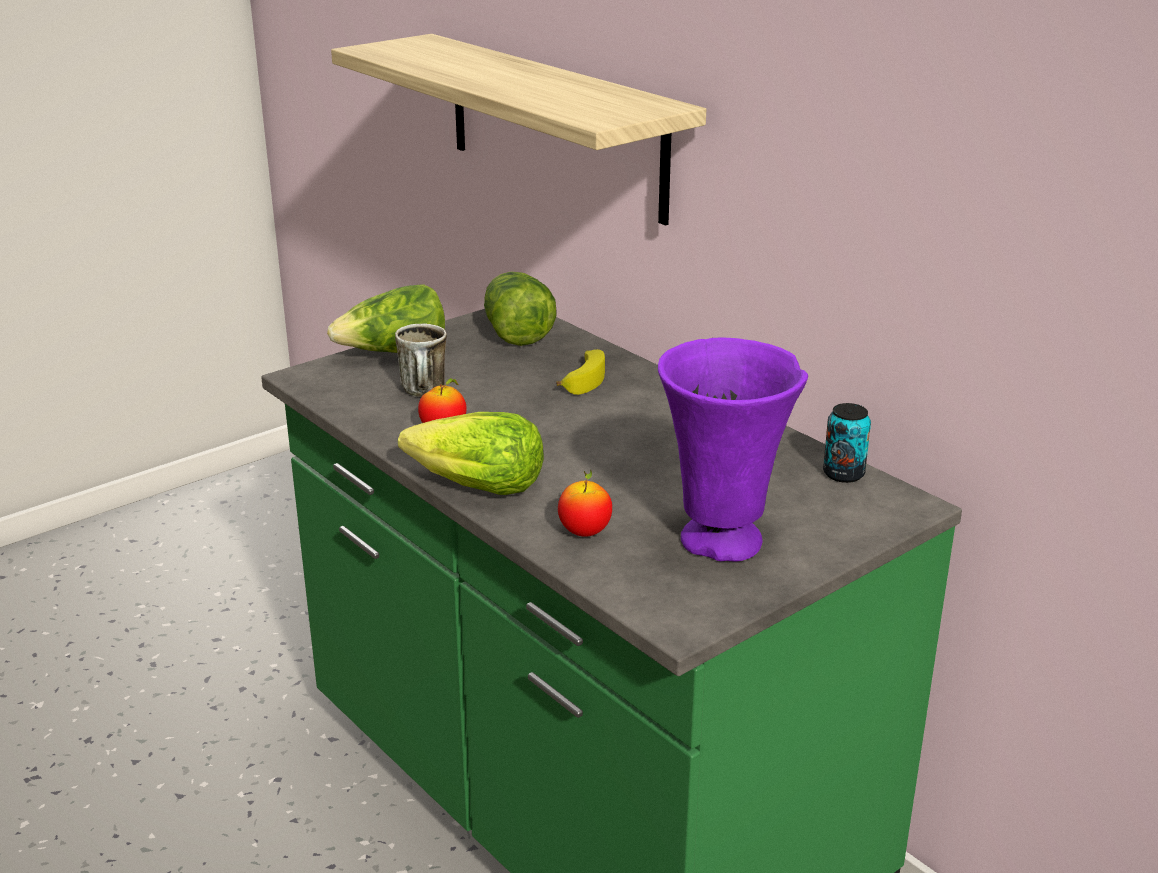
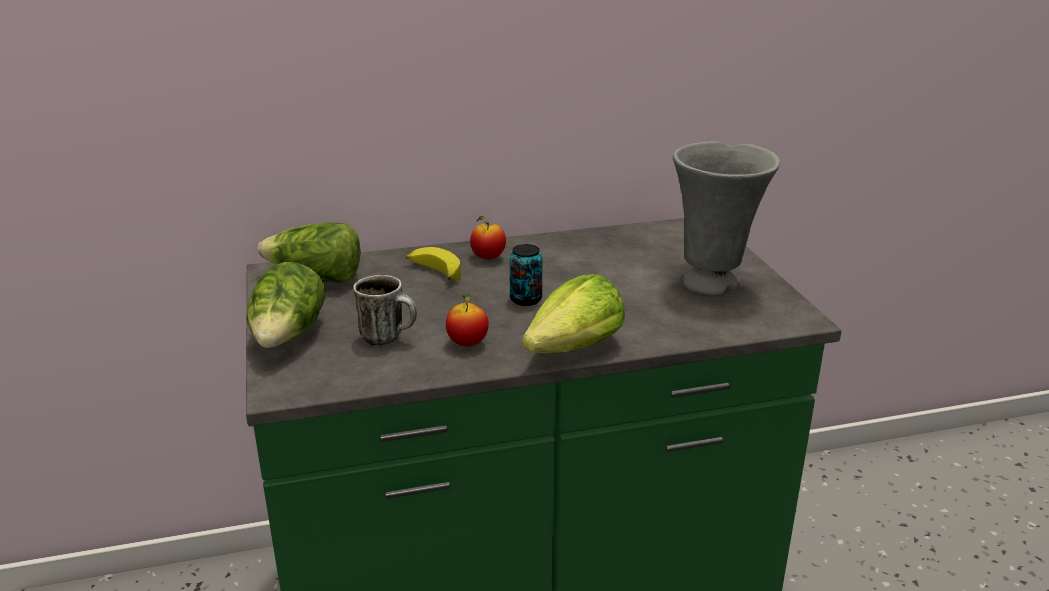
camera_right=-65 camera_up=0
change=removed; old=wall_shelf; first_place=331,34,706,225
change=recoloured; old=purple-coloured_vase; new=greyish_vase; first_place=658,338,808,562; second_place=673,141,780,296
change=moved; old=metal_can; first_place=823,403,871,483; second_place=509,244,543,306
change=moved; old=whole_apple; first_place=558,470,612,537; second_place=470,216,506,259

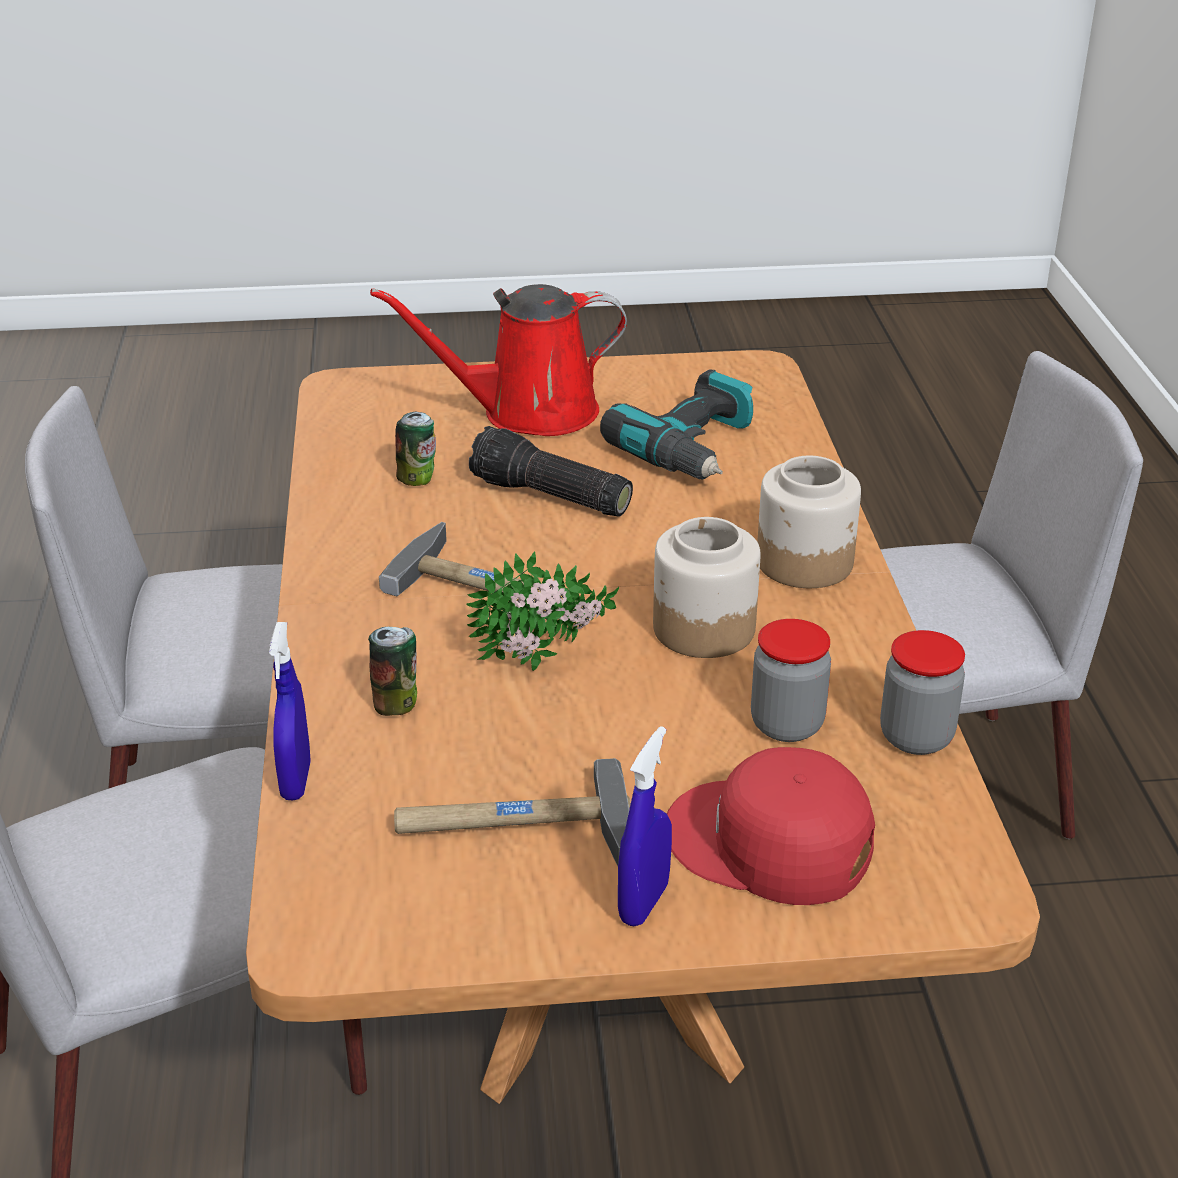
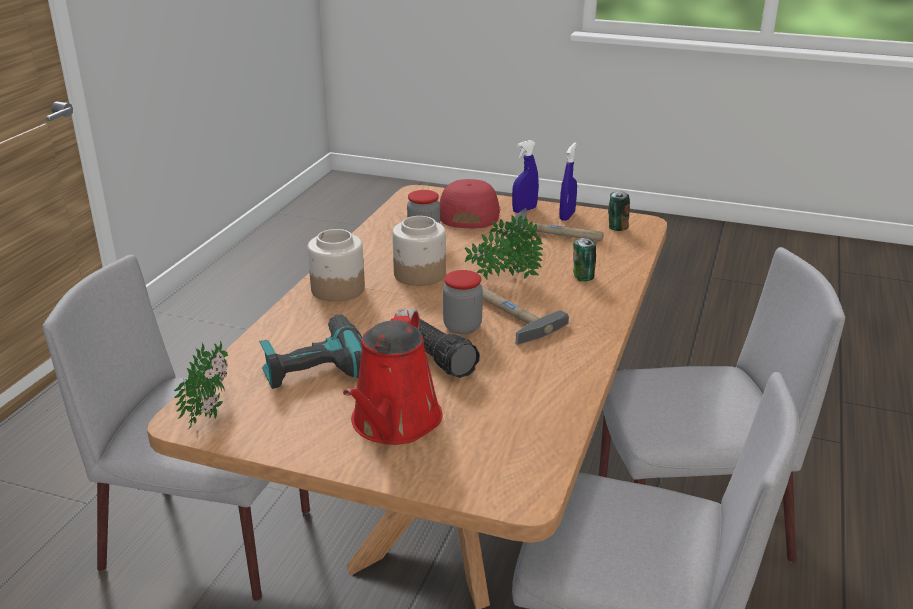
camera_right=-155 camera_up=-5
change=turned; old=red-coloured_watering_pot; first_place=370,284,627,436; second_place=343,309,443,445; degrees=90
change=moved; old=metal_can; first_place=395,412,436,486; second_place=608,191,630,231
change=moved; old=bluish_spray_bottle; first_place=269,622,311,801; second_place=559,143,577,221
change=moved; old=jar; first_place=880,630,965,755; second_place=443,270,483,334
change=turned; old=red-coloured_peaked_cap; first_place=667,747,875,905; second_place=439,179,501,228; degrees=-135
change=added; new=potted_plant; second_place=174,341,228,429

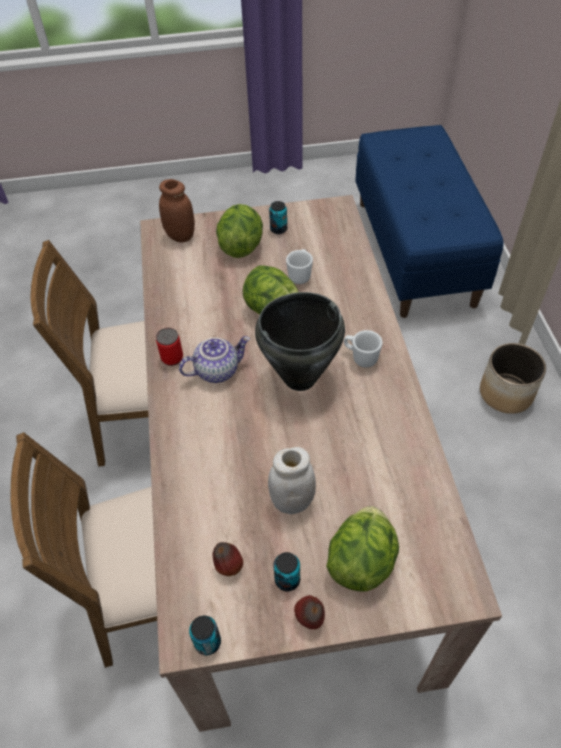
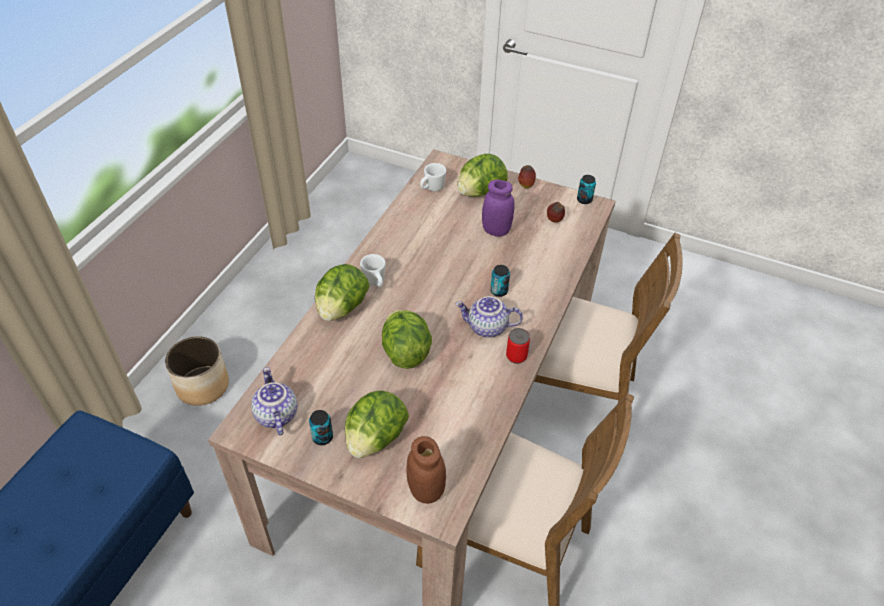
camera_right=-150 camera_up=-5
change=moved; old=whitish_mug; first_place=286,249,313,284; second_place=420,163,446,192
change=removed; old=blackish_saucepot; first_place=255,292,345,391
change=recoloured; old=whitish_jar; new=purple-coloured_jar; first_place=268,447,316,514; second_place=482,180,515,237
change=moved; old=metal_can; first_place=273,552,300,591; second_place=490,265,510,297
change=added; new=lettuce; second_place=315,264,370,321
change=added; new=pot_for_tea; second_place=251,367,297,436

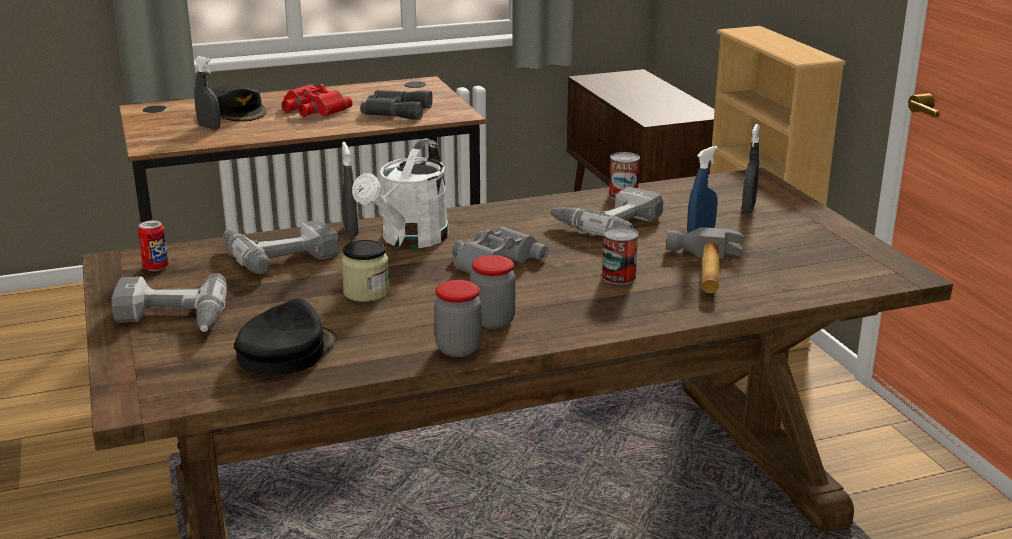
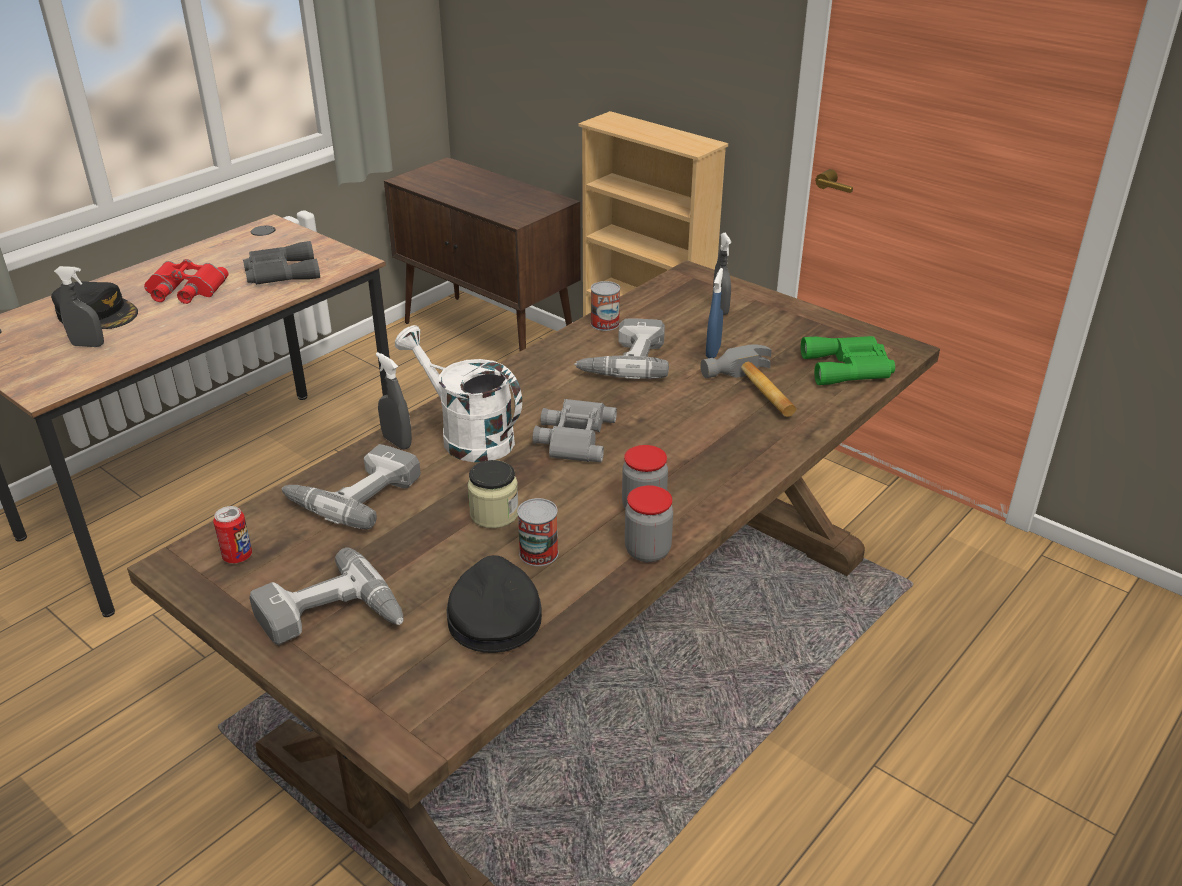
camera_right=-30 camera_up=10
change=turned; old=whitish_watering_pot; first_place=352,139,449,248; second_place=395,325,522,462; degrees=135
change=moved; old=metal_can; first_place=602,227,639,285; second_place=517,498,558,566
change=added; new=greenish_pair_of_binoculars; second_place=801,336,895,385

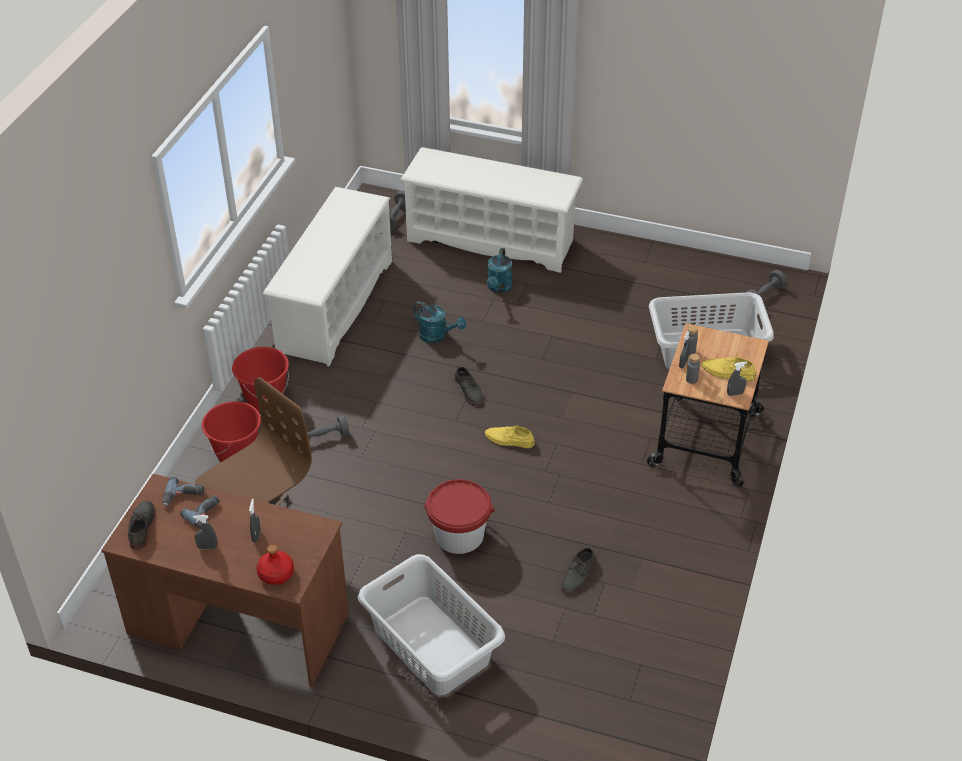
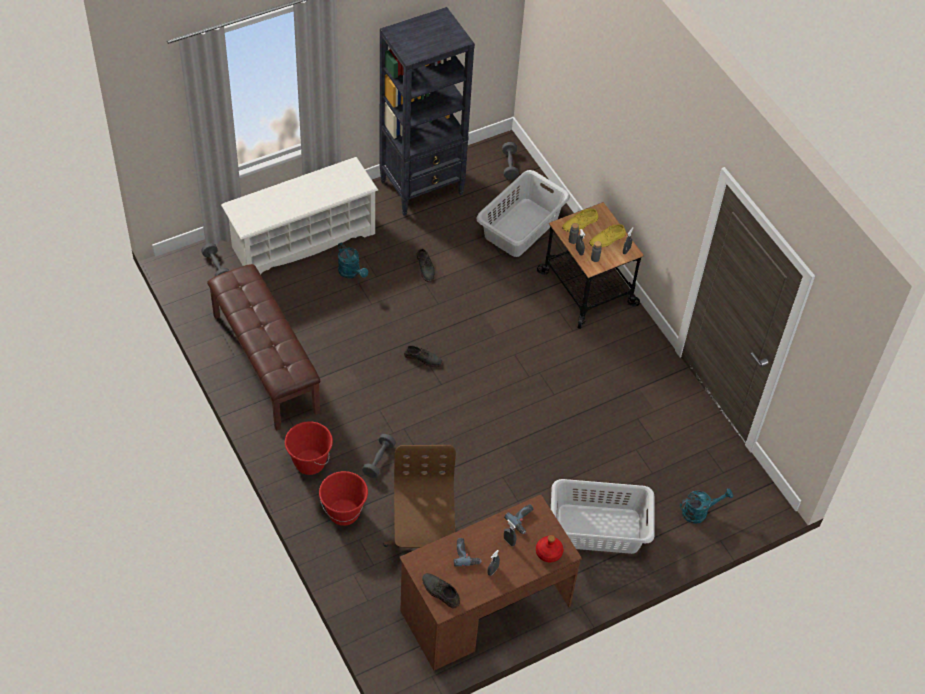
camera_right=-50 camera_up=10
change=replaced; old=whitish_shoe_shelf; new=brown-coloured_indoor_bench; first_place=263,187,392,366; second_place=207,264,320,431
change=moved; old=blue-green_watering_pot; first_place=413,301,466,343; second_place=680,488,733,524
change=moved; old=yellowish_shoe; first_place=485,425,535,448; second_place=562,209,598,232
change=moved; old=drill; first_place=162,477,204,507; second_place=504,504,534,534
change=removed; old=red-coloured_bucket; first_place=424,479,495,554
change=moved; old=greyish_shoe; first_place=561,548,595,594; second_place=417,249,435,282
change=added; new=blackish_shelving_unit; second_place=379,7,475,216

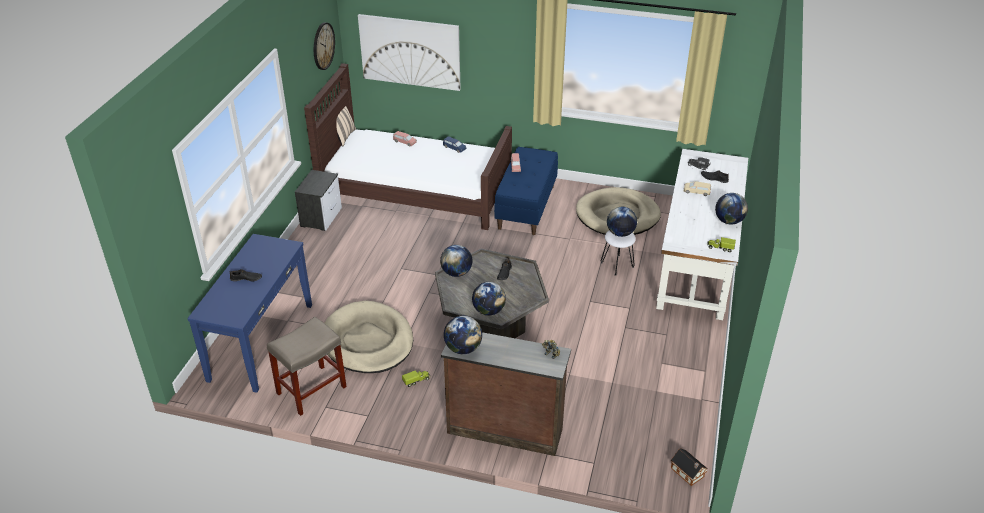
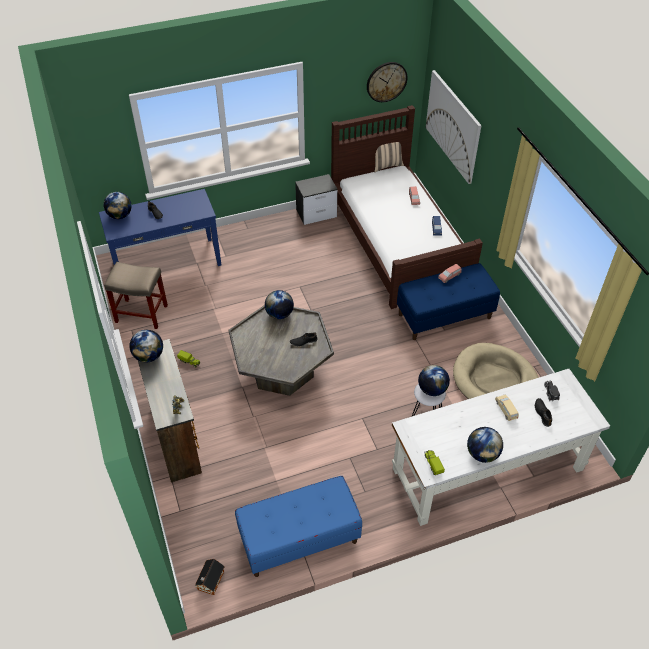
camera_right=55 camera_up=10
change=moved; old=globe; first_place=472,282,506,316; second_place=103,192,132,219
change=removed; old=beige-coloured_pet_bed; first_place=325,301,413,373
change=added; new=bluish_indoor_bench; second_place=235,476,362,577

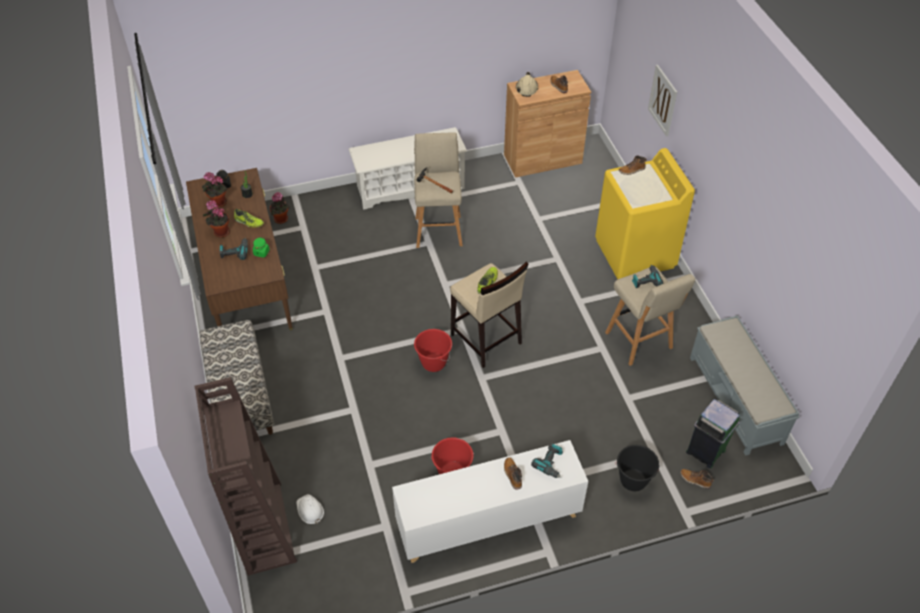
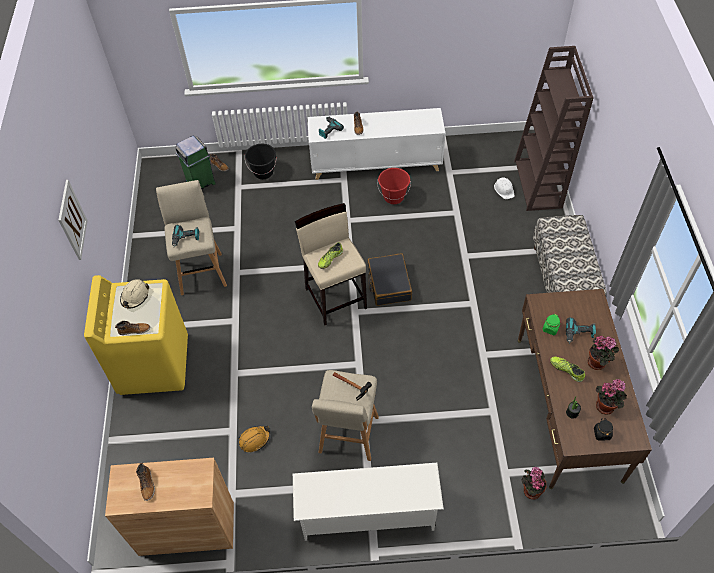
camera_right=-165 camera_up=5
change=moved; old=wall_picture; first_place=648,65,677,137; second_place=58,180,88,260
change=moved; old=beige-coloured_work_helmet; first_place=516,72,538,97; second_place=120,279,149,309
change=removed; old=greyish_indoor_bench; first_place=690,316,799,456
change=replaced; old=red-coloured_bucket; new=blackish_piece_of_luggage; first_place=414,329,452,372; second_place=367,253,412,306
change=added; new=orangey_work_helmet; second_place=238,426,270,452

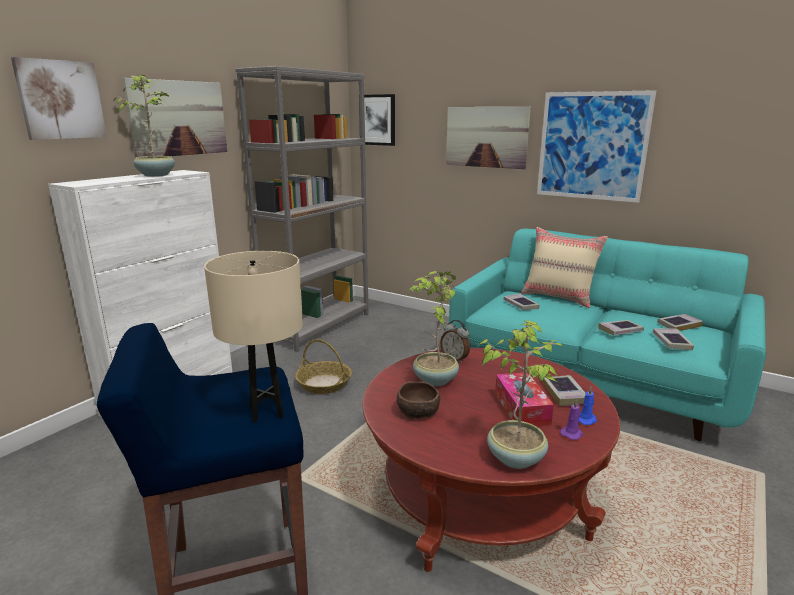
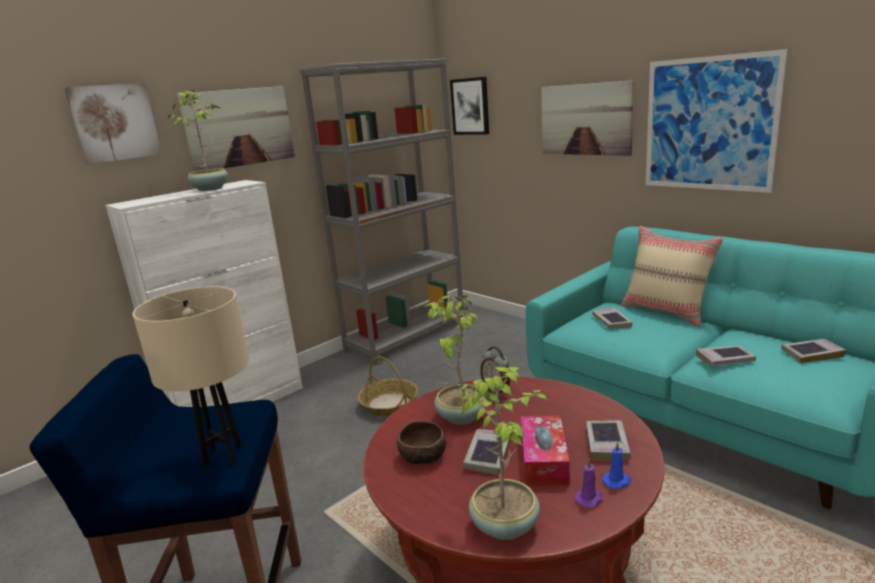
camera_right=15 camera_up=0
change=moved; old=volume; first_place=653,328,694,351; second_place=463,429,511,475

